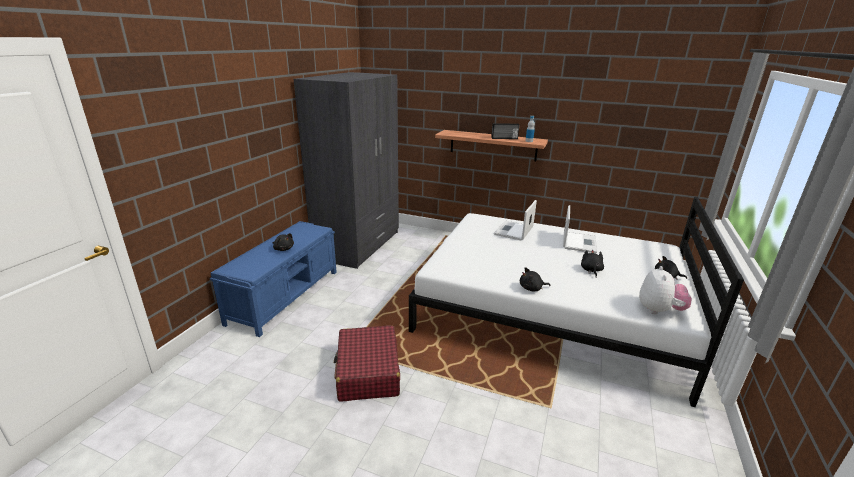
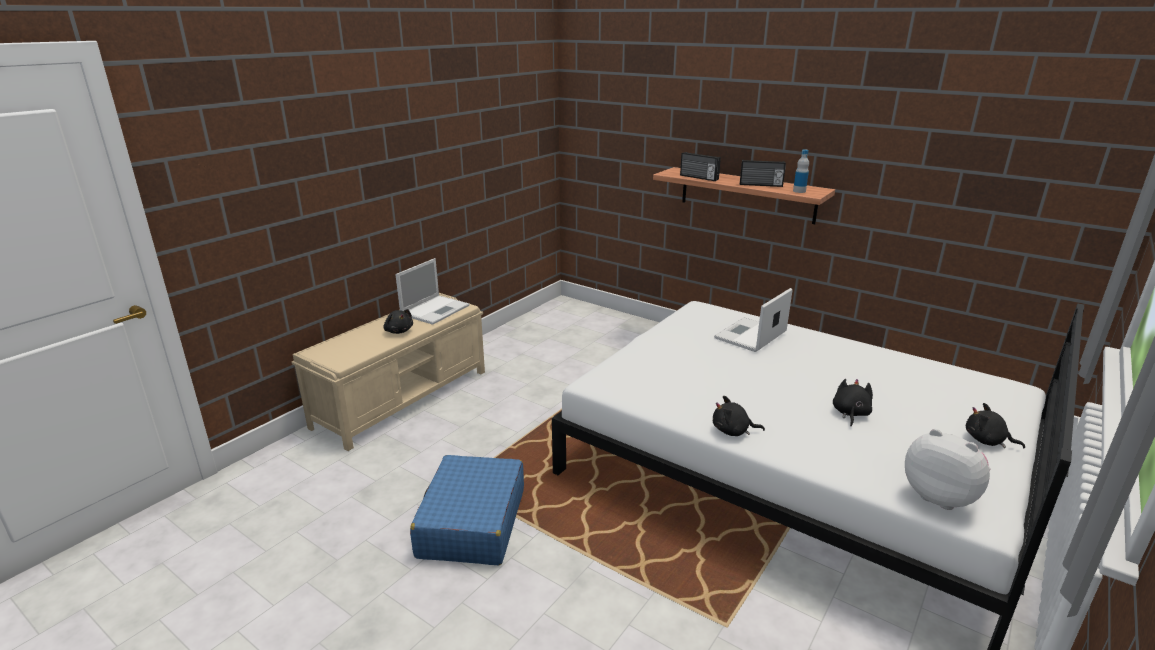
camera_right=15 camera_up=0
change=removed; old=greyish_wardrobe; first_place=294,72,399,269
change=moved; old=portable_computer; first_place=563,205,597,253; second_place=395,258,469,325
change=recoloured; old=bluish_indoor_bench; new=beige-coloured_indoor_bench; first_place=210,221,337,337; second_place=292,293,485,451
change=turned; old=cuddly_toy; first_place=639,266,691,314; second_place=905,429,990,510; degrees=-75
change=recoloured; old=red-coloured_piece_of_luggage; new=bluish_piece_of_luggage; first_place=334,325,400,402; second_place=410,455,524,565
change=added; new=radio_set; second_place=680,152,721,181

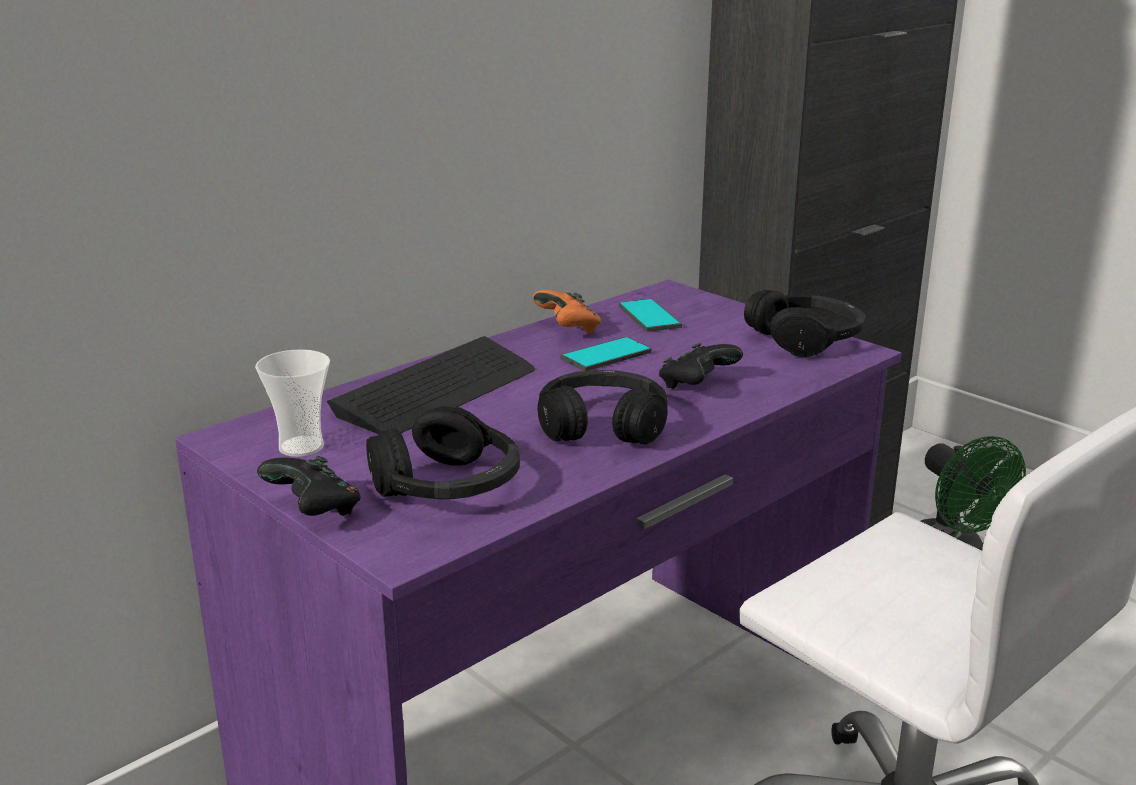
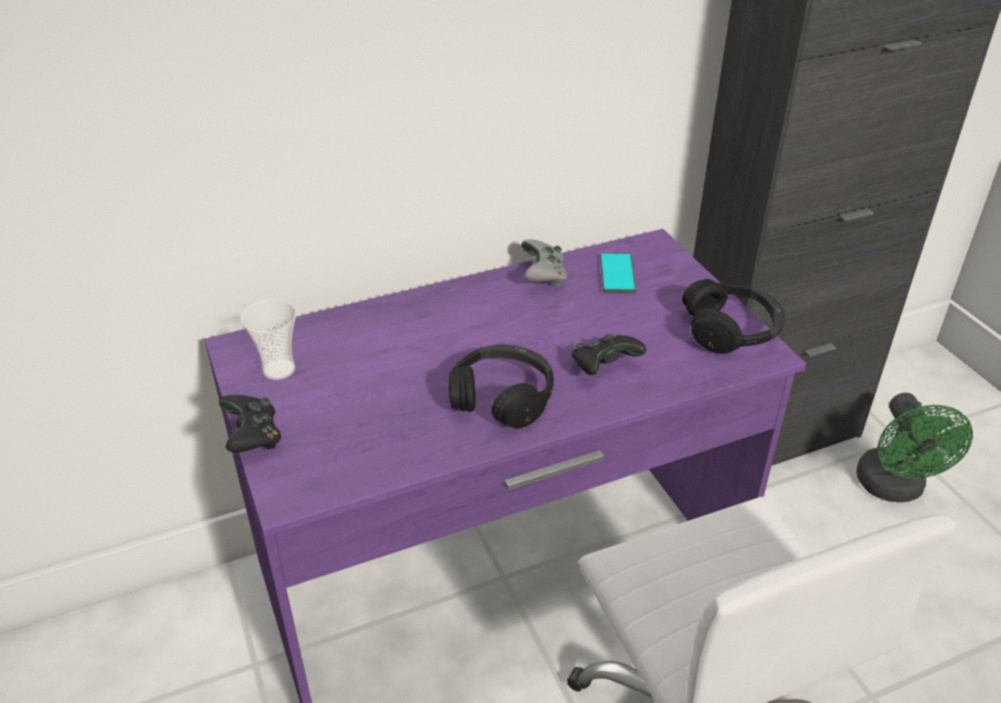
camera_right=20 camera_up=15
change=recoloured; old=orangey_game_controller; new=greyish_game_controller; first_place=532,290,601,334; second_place=521,239,567,286
change=removed; old=PC_keyboard; first_place=327,336,535,434
change=removed; old=phone; first_place=560,337,652,371
change=removed; old=blackish_pair_of_headphones; first_place=366,406,520,499

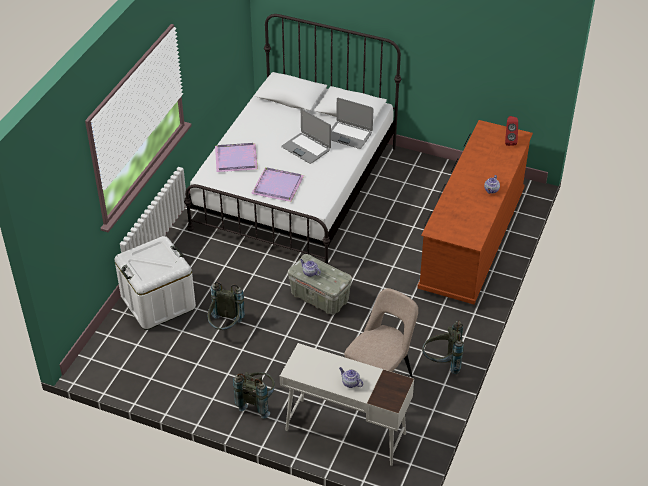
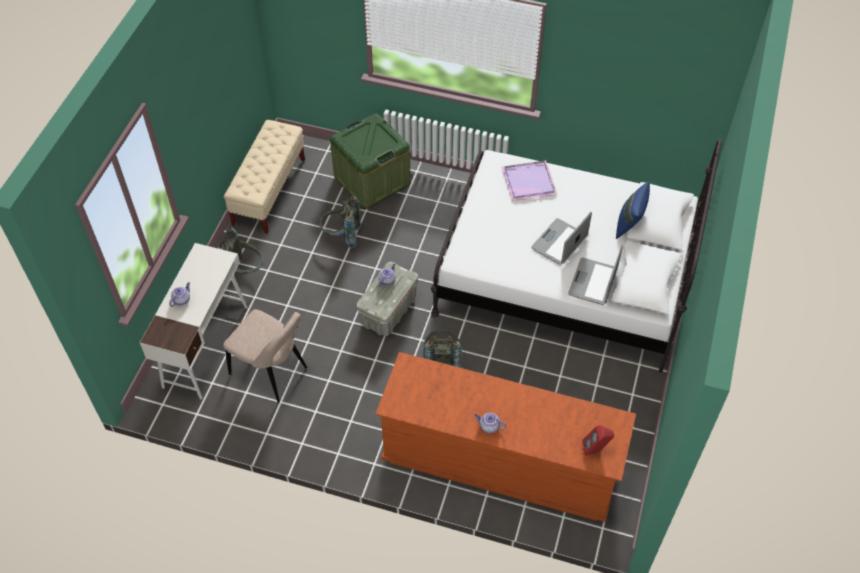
camera_right=85 camera_up=10
change=removed; old=purple-coloured_tray; first_place=251,167,304,202
change=recoloured; old=whitish_storage_bin; new=greenish_storage_bin; first_place=115,236,196,330; second_place=330,114,411,209
change=moved; old=greyish_backpack; first_place=422,320,464,374; second_place=423,329,463,368
change=added; new=beige-coloured_indoor_bench; second_place=224,120,305,234
change=added; new=bluish_cushion; second_place=616,182,650,239

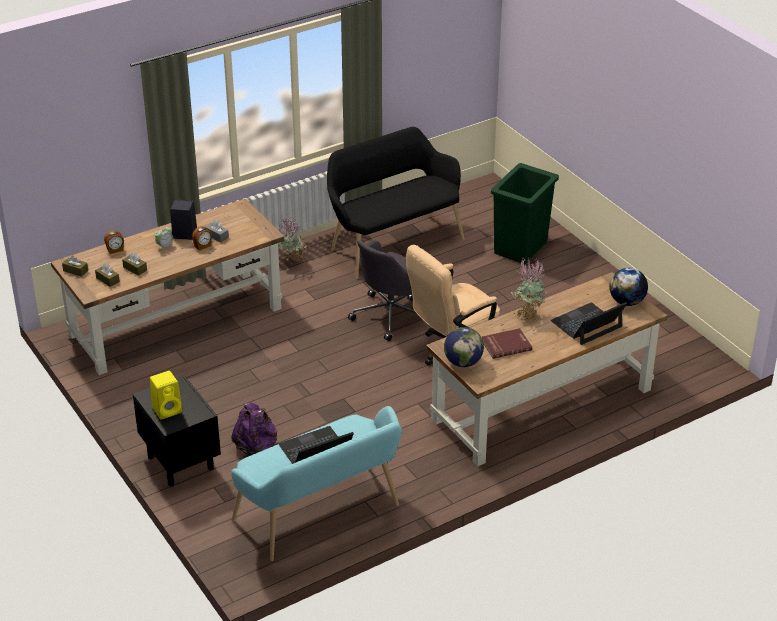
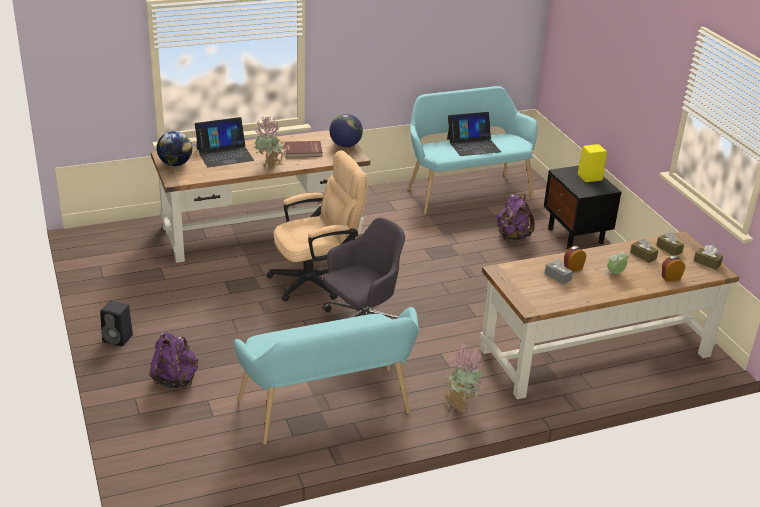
camera_right=-170 camera_up=-5
change=recoloured; old=blackish_indoor_bench; new=blue-green_indoor_bench; first_place=327,127,465,279; second_place=234,307,419,444
change=replaced; old=greenish_rubbish_bin; new=purple-coloured_backpack; first_place=491,163,559,264; second_place=150,331,198,388
change=moved; old=blackish_speaker; first_place=170,200,197,240; second_place=100,300,133,346

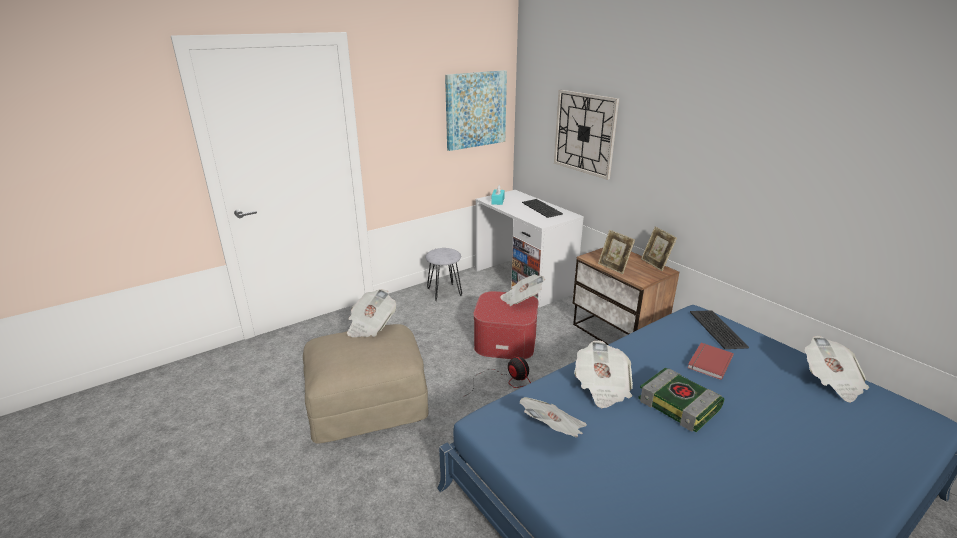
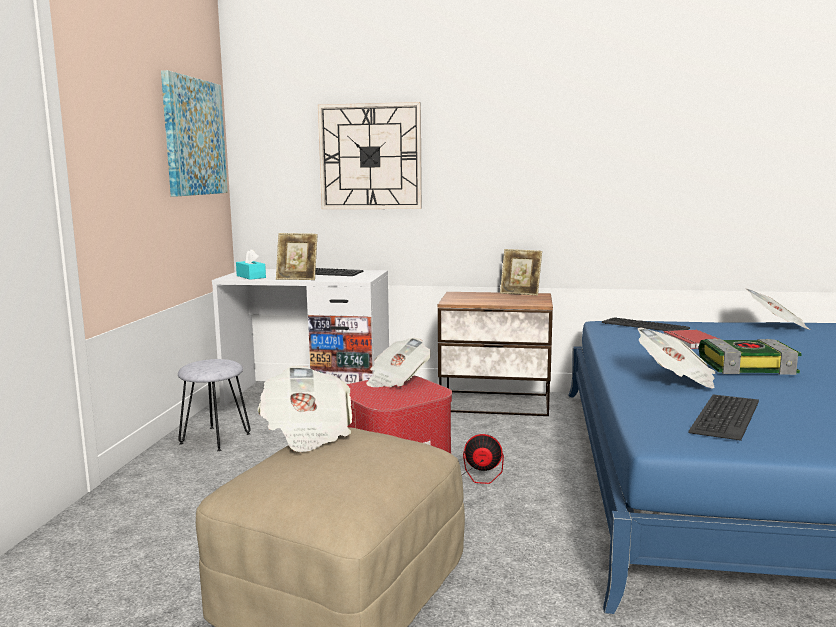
camera_right=-45 camera_up=-15
change=moved; old=photo_frame; first_place=598,230,635,274; second_place=276,233,318,280
change=replaced; old=daily_paper; new=PC_keyboard; first_place=520,397,587,437; second_place=689,394,759,441

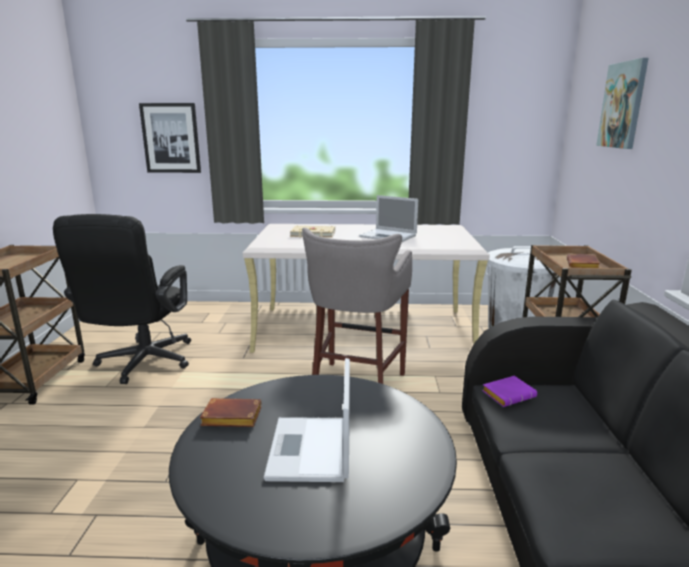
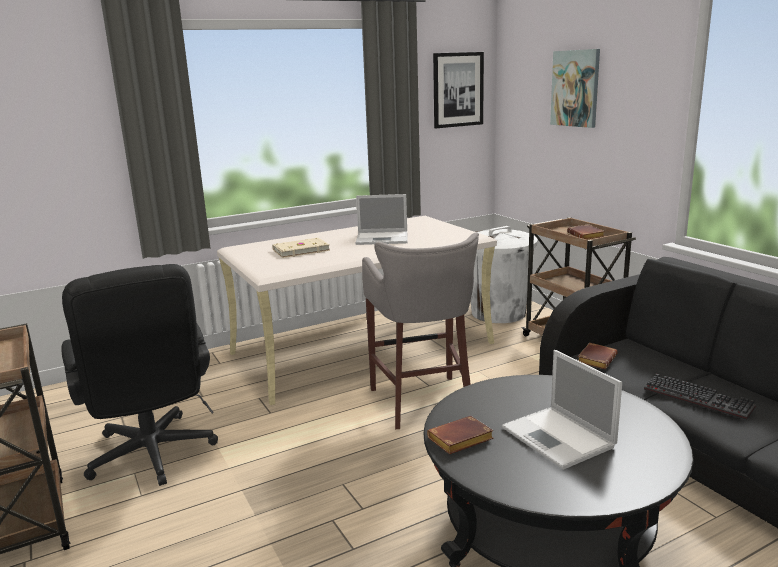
camera_right=-30 camera_up=0
change=moved; old=wall_picture; first_place=139,103,201,173; second_place=433,52,484,128
change=recoloured; old=purple-coloured_volume; new=brown-coloured_volume; first_place=482,376,537,407; second_place=578,343,618,369
change=added; new=PC_keyboard; second_place=644,374,756,420

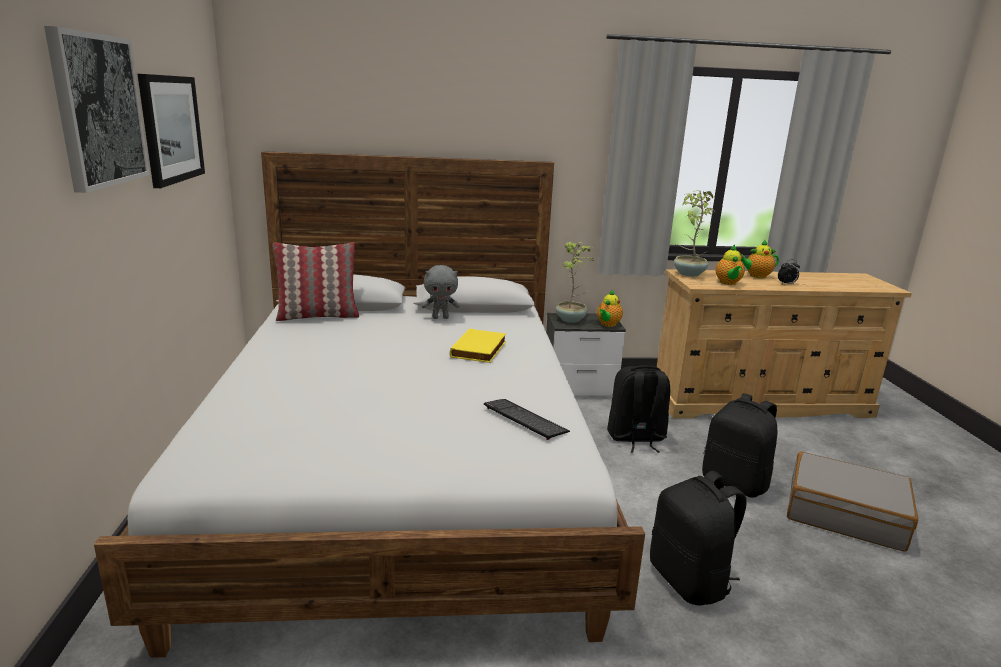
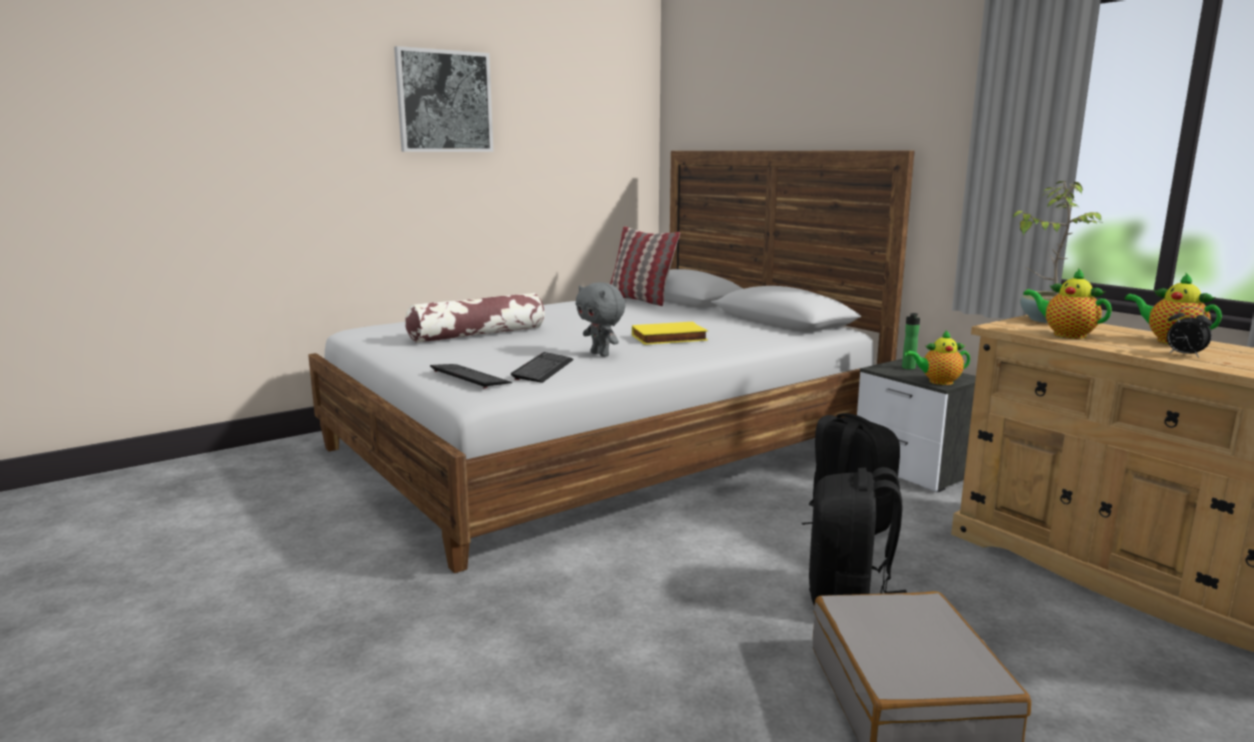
camera_right=60 camera_up=-5
change=removed; old=wall_picture; first_place=137,74,205,188
change=replaced; old=potted_plant; new=beverage_bottle; first_place=556,242,595,323; second_place=902,313,920,370
change=turned; old=pot_for_tea; first_place=716,244,745,285; second_place=1023,268,1112,339; degrees=75
change=moved; old=greyish_cuddly_toy; first_place=422,265,460,319; second_place=576,282,625,357
change=removed; old=blackish_backpack; first_place=650,471,747,605
change=added; new=cushion; second_place=405,293,544,343
change=added; new=PC_keyboard; second_place=430,364,512,389

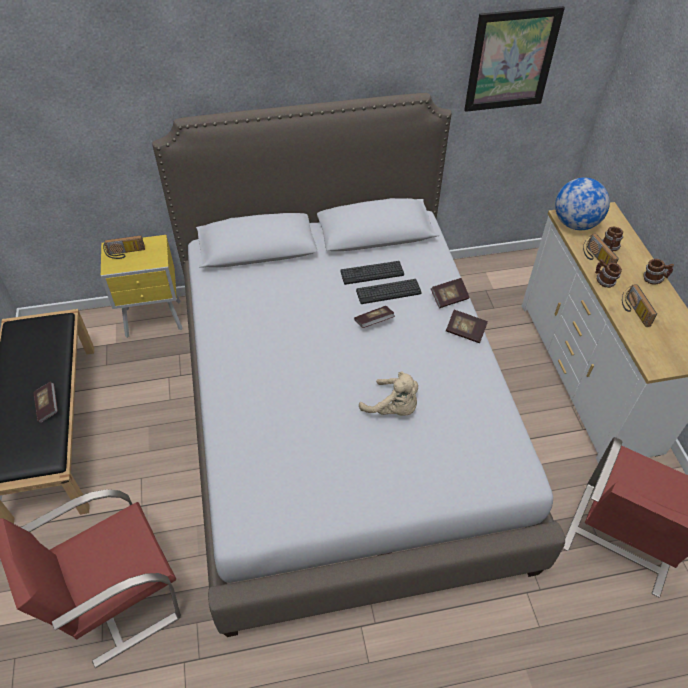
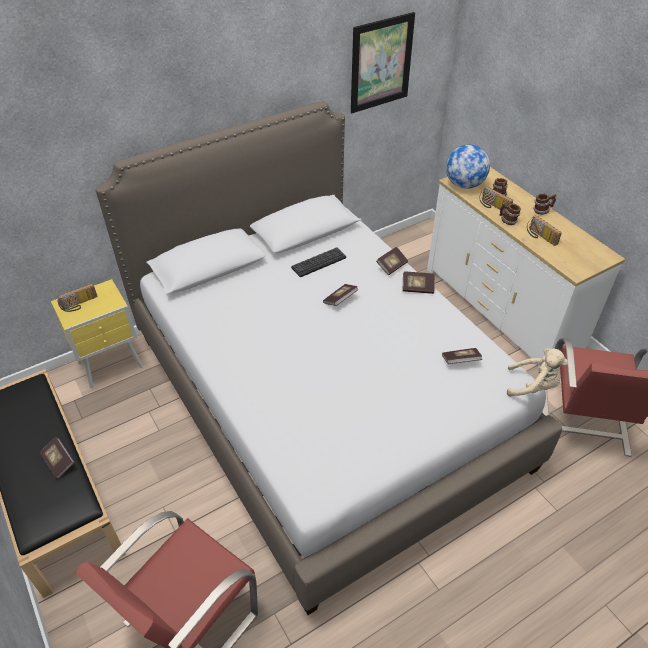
camera_right=-20 camera_up=-5
change=removed; old=PC_keyboard; first_place=356,279,422,304
change=moved; old=beige-coloured_cuddly_toy; first_place=359,372,418,416; second_place=507,348,568,397
change=added; new=volume; second_place=442,348,482,364

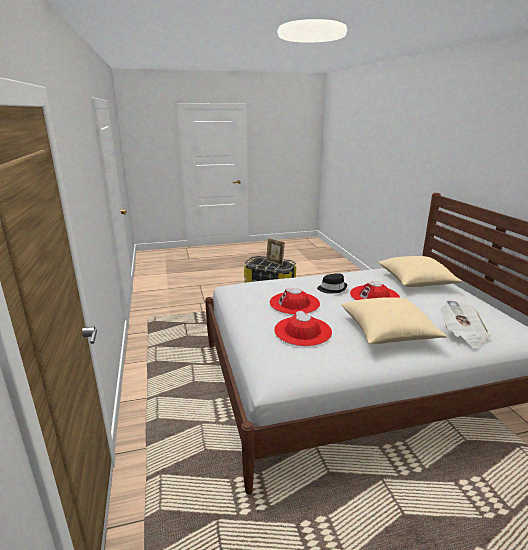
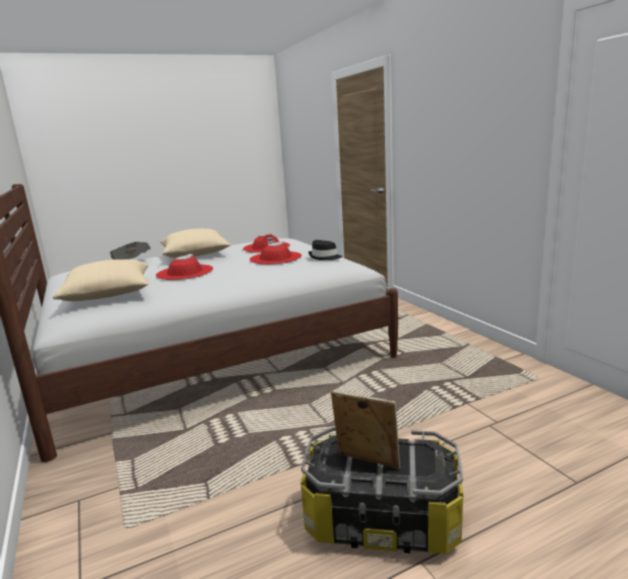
camera_right=170 camera_up=-5
change=moved; old=blackish_clothing_hat; first_place=317,273,347,294; second_place=308,240,342,260

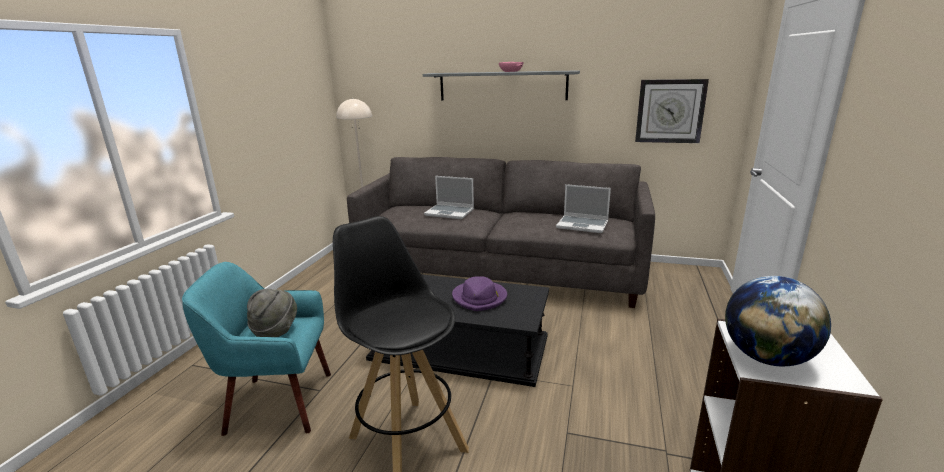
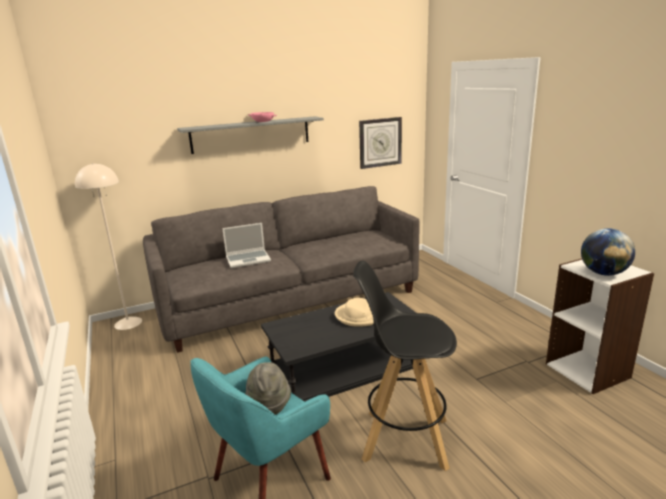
camera_right=-40 camera_up=0
change=removed; old=portable_computer; first_place=556,184,611,233
change=recoloured; old=purple-coloured_clothing_hat; new=beige-coloured_clothing_hat; first_place=452,276,507,311; second_place=335,298,374,327

